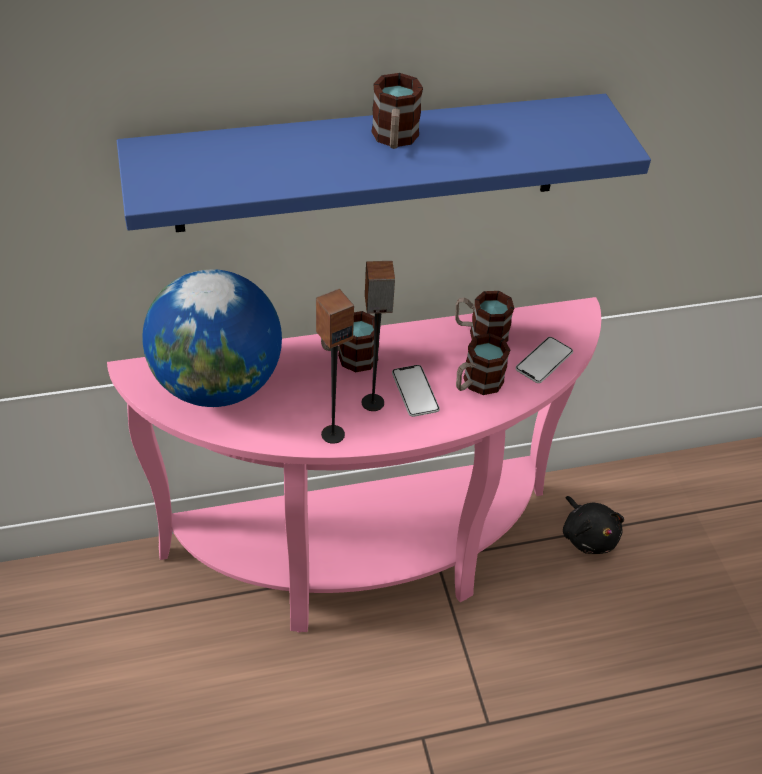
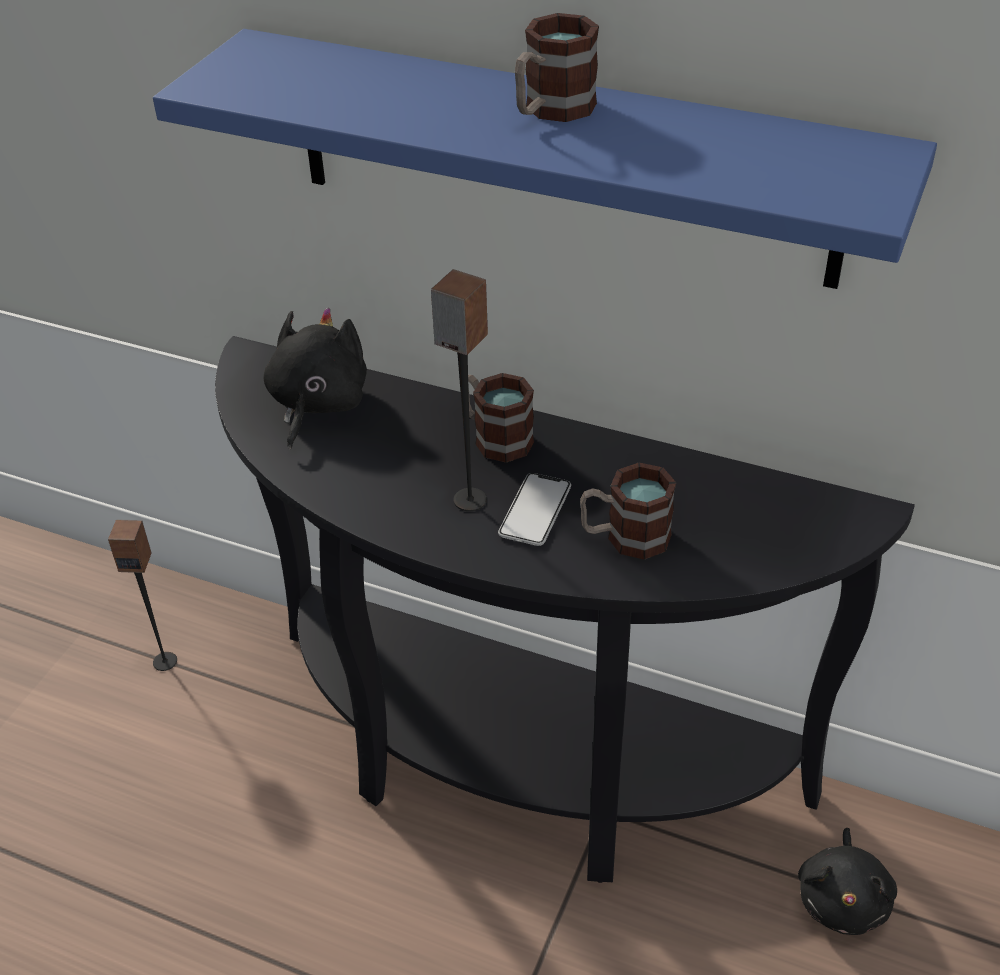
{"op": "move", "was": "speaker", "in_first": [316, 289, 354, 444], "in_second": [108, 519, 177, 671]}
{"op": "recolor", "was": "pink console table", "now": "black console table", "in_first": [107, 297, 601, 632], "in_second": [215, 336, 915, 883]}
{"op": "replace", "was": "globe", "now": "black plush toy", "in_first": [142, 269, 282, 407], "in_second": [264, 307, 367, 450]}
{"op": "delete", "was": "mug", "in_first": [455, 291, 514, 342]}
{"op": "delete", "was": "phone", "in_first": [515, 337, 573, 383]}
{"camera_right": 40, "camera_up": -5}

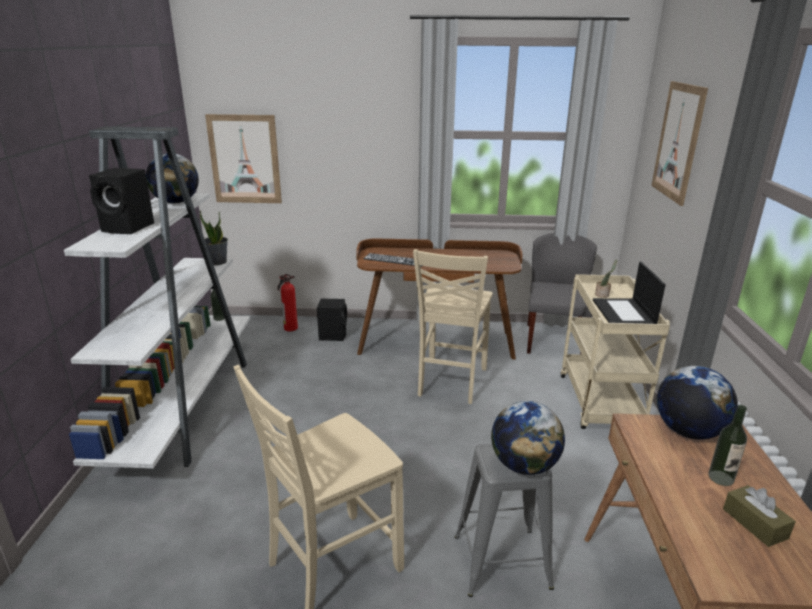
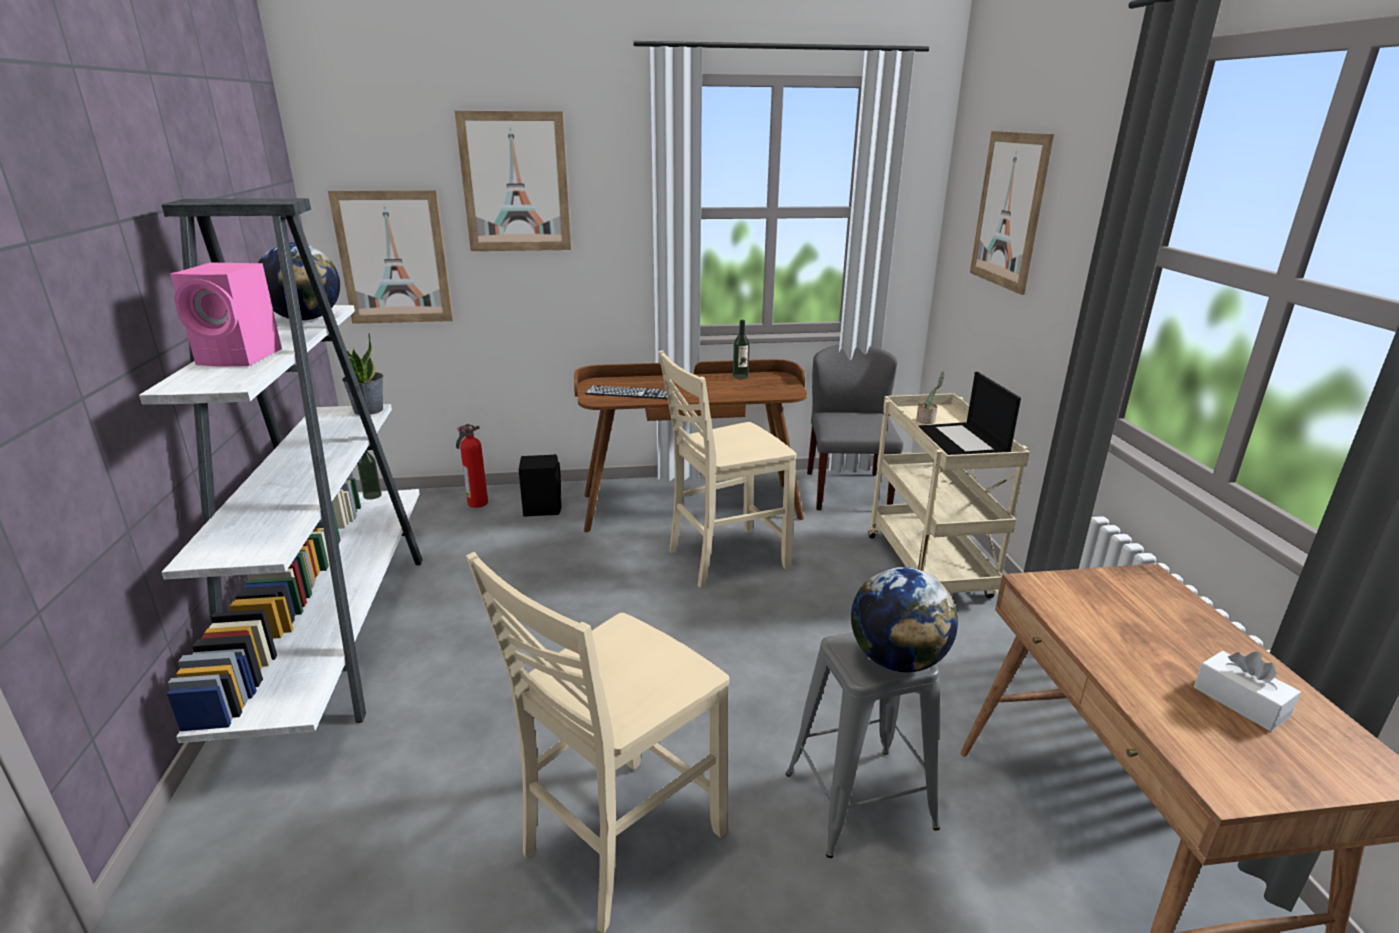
{"op": "recolor", "was": "black speaker", "now": "pink speaker", "in_first": [89, 168, 154, 234], "in_second": [170, 263, 282, 367]}
{"op": "insert", "now": "picture", "in_second": [455, 111, 571, 251]}
{"op": "rotate", "was": "beige chair", "in_first": [413, 249, 493, 404], "in_second": [658, 350, 797, 588], "clockwise": 60}
{"op": "move", "was": "bottle", "in_first": [708, 405, 747, 486], "in_second": [733, 320, 750, 379]}
{"op": "recolor", "was": "brown tissue box", "now": "white tissue box", "in_first": [723, 485, 796, 547], "in_second": [1194, 651, 1301, 731]}
{"op": "delete", "was": "globe", "in_first": [657, 366, 738, 439]}
{"camera_right": -10, "camera_up": 0}

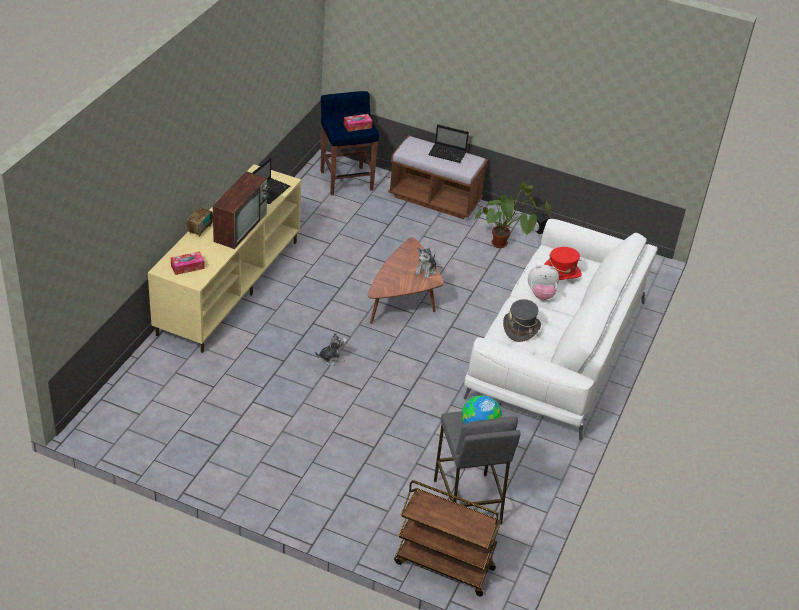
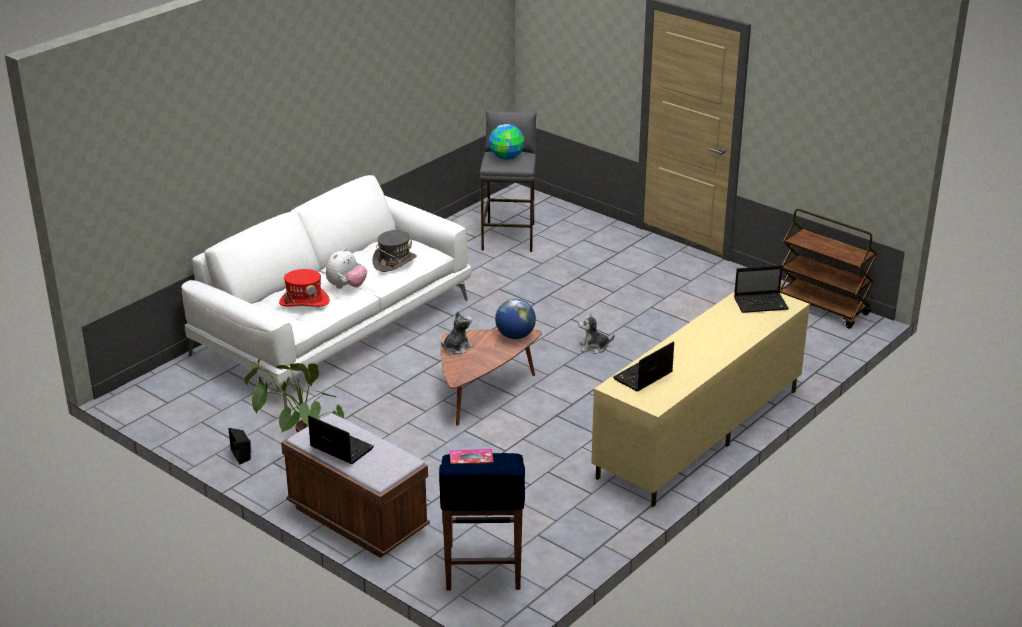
{"op": "rotate", "was": "plush toy", "in_first": [528, 265, 559, 300], "in_second": [326, 248, 367, 289], "clockwise": 105}
{"op": "insert", "now": "globe", "in_second": [495, 299, 536, 339]}
{"op": "replace", "was": "tissue box", "now": "laptop", "in_first": [171, 251, 205, 275], "in_second": [734, 265, 789, 313]}
{"op": "move", "was": "brown cart", "in_first": [394, 480, 501, 596], "in_second": [780, 209, 877, 329]}
{"op": "delete", "was": "radio", "in_first": [186, 197, 213, 237]}
{"op": "delete", "was": "television", "in_first": [213, 171, 270, 249]}
{"camera_right": -160, "camera_up": -10}

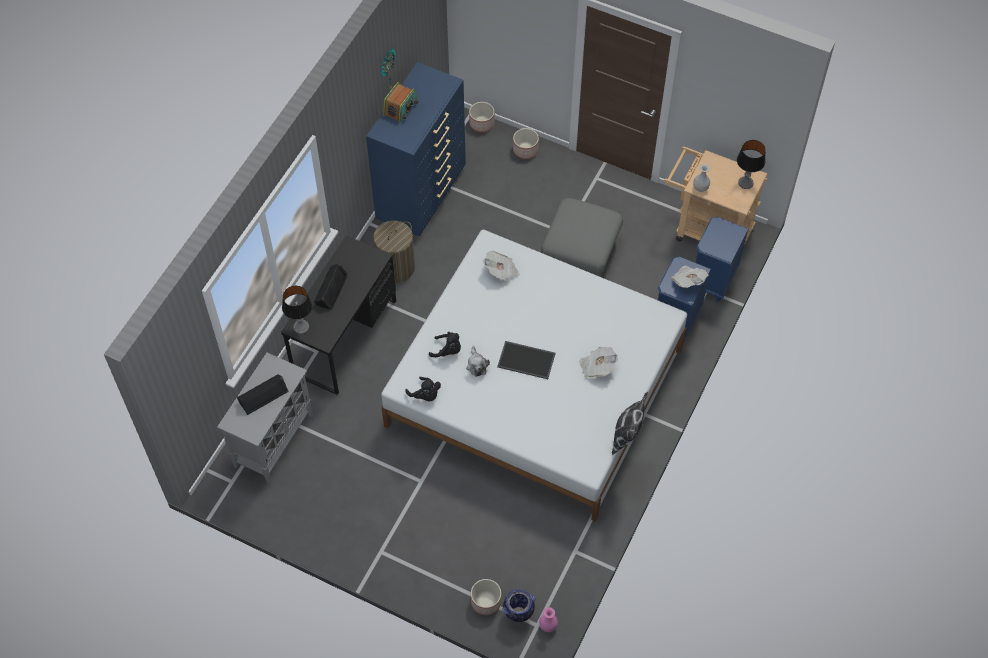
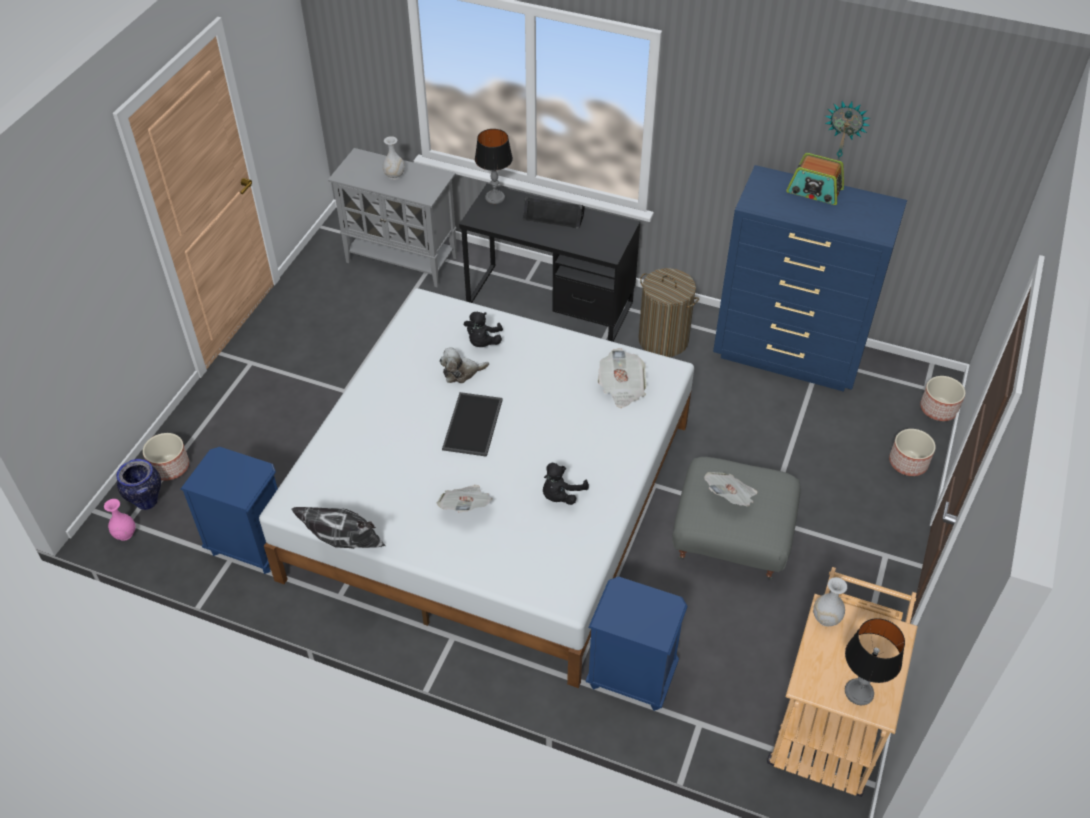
{"op": "move", "was": "blue nightstand", "in_first": [696, 217, 748, 302], "in_second": [180, 447, 278, 574]}
{"op": "replace", "was": "black speaker", "now": "white vase", "in_first": [237, 374, 289, 415], "in_second": [383, 136, 405, 180]}
{"op": "move", "was": "black plush toy", "in_first": [405, 377, 441, 401], "in_second": [543, 463, 589, 505]}
{"op": "move", "was": "newspaper", "in_first": [671, 266, 708, 288], "in_second": [704, 472, 758, 507]}
{"camera_right": 85, "camera_up": -10}

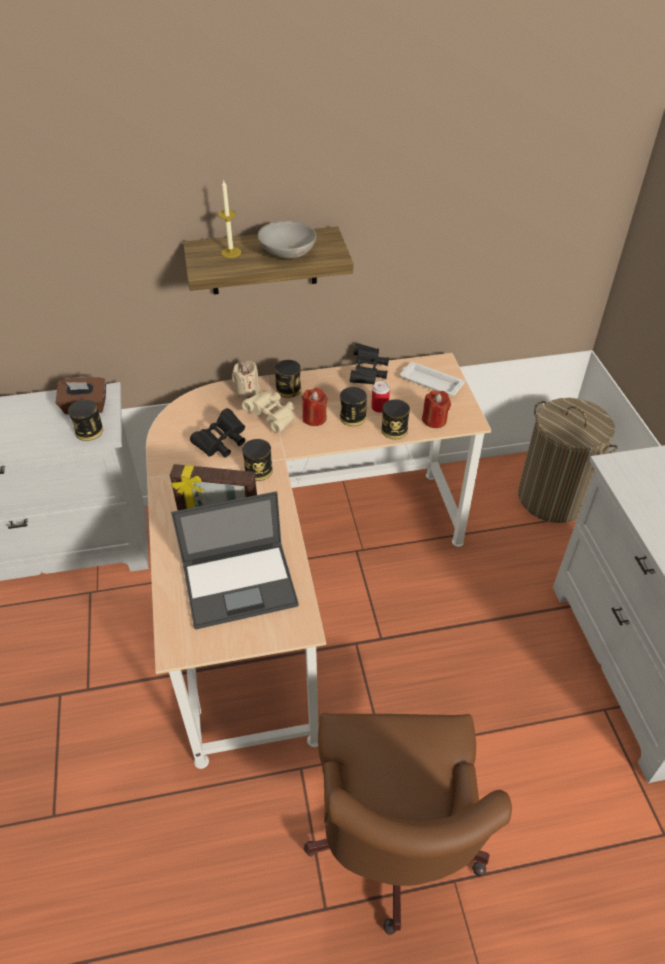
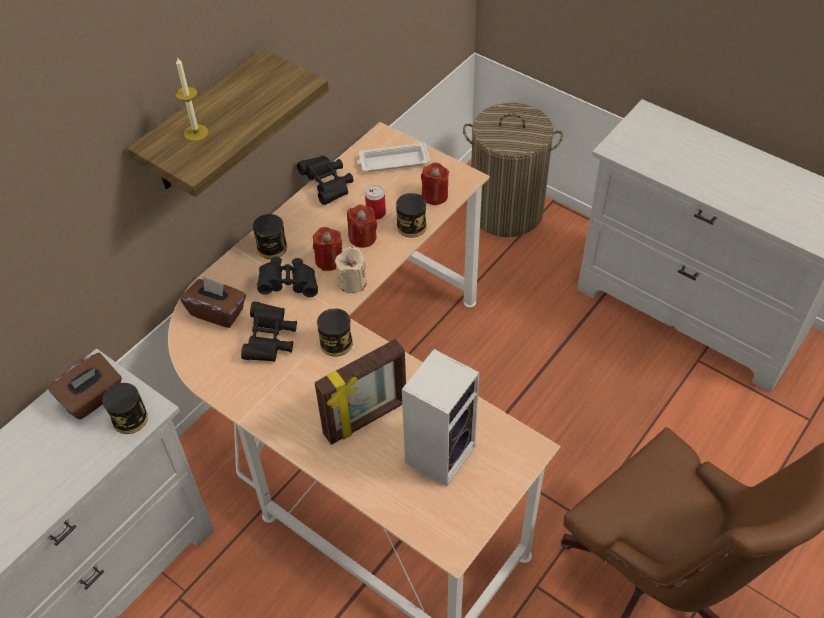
{"op": "insert", "now": "brown tissue box", "in_second": [180, 276, 246, 328]}
{"op": "recolor", "was": "beige binoculars", "now": "black binoculars", "in_first": [242, 392, 295, 433], "in_second": [257, 256, 318, 297]}
{"op": "move", "was": "beige candle", "in_first": [232, 360, 260, 399], "in_second": [335, 247, 367, 293]}
{"op": "replace", "was": "can", "now": "red candle", "in_first": [340, 387, 367, 426], "in_second": [347, 204, 377, 248]}
{"op": "replace", "was": "laptop", "now": "speaker", "in_first": [171, 491, 299, 630], "in_second": [402, 349, 480, 487]}
{"op": "delete", "was": "grey bowl", "in_first": [258, 220, 317, 259]}
{"camera_right": -40, "camera_up": 5}

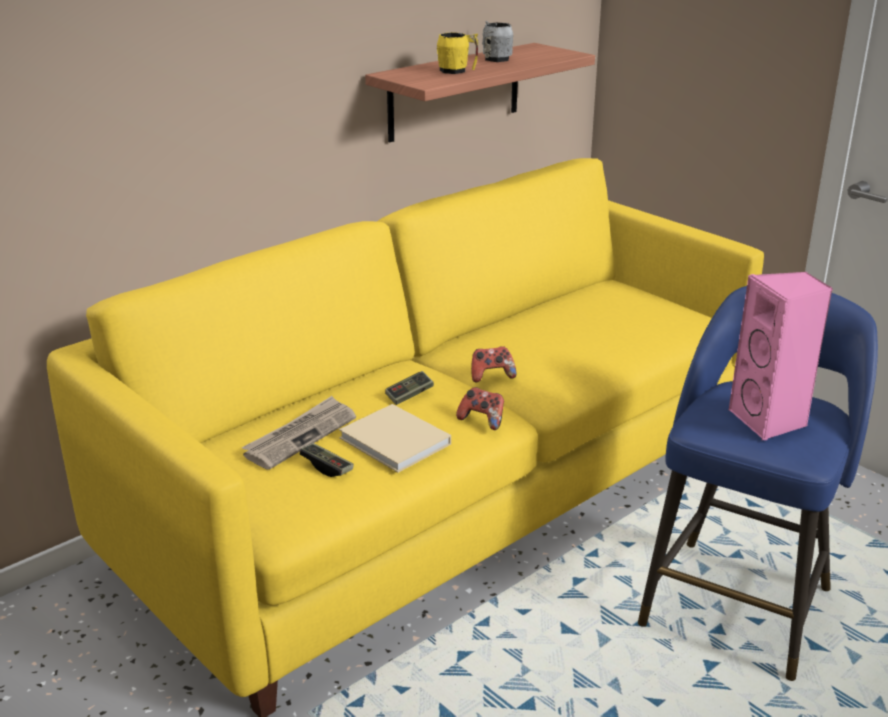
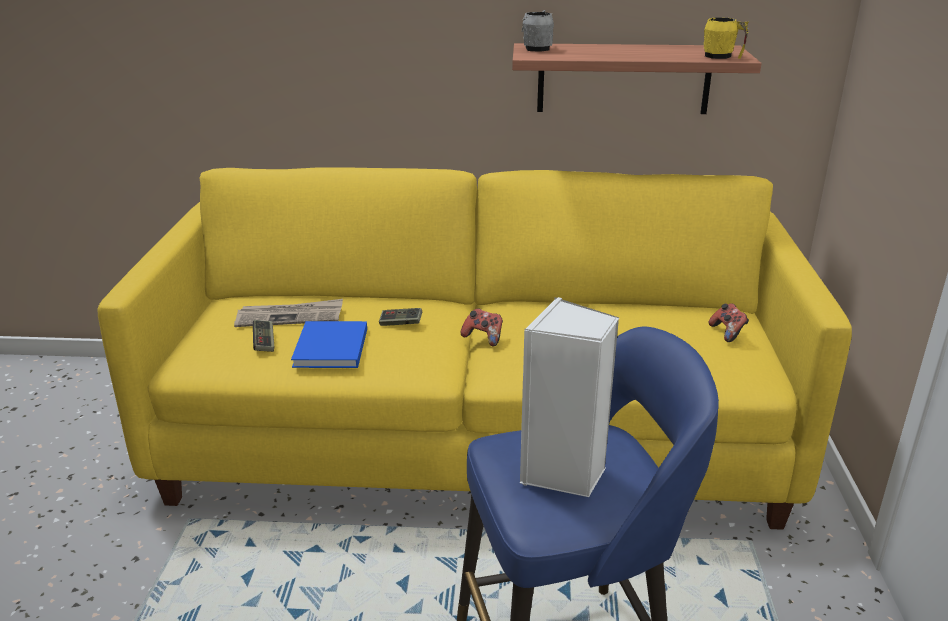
{"op": "recolor", "was": "beige book", "now": "blue book", "in_first": [339, 404, 451, 473], "in_second": [291, 321, 367, 368]}
{"op": "recolor", "was": "pink speaker", "now": "white speaker", "in_first": [728, 272, 833, 441], "in_second": [519, 297, 619, 497]}
{"op": "move", "was": "grey mug", "in_first": [482, 21, 514, 62], "in_second": [522, 10, 554, 52]}
{"op": "move", "was": "yellow mug", "in_first": [437, 32, 479, 74], "in_second": [704, 18, 749, 59]}
{"op": "move", "was": "game controller", "in_first": [456, 387, 504, 430], "in_second": [709, 303, 749, 342]}
{"camera_right": 45, "camera_up": 0}

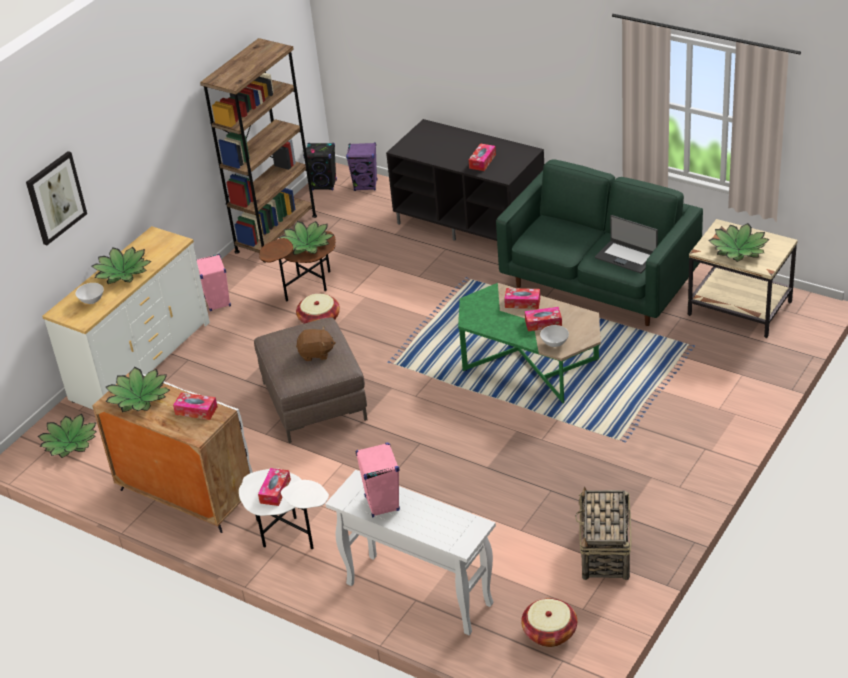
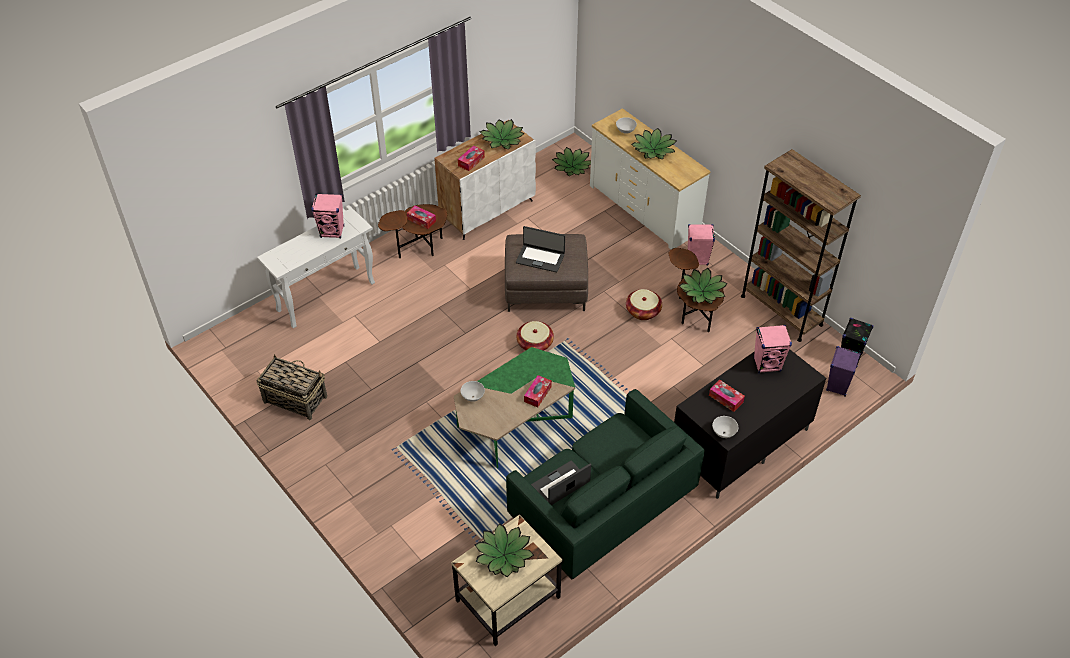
{"op": "recolor", "was": "white side table", "now": "brown side table", "in_first": [239, 468, 329, 549], "in_second": [378, 204, 447, 258]}
{"op": "replace", "was": "brown plush toy", "now": "laptop", "in_first": [296, 327, 336, 361], "in_second": [516, 226, 565, 272]}
{"op": "move", "was": "basket", "in_first": [521, 598, 577, 647], "in_second": [516, 321, 554, 351]}
{"op": "insert", "now": "white bowl", "in_second": [712, 416, 738, 438]}
{"op": "insert", "now": "pink speaker", "in_second": [754, 325, 792, 373]}
{"op": "delete", "was": "picture", "in_first": [26, 151, 87, 245]}
{"op": "delete", "was": "tissue box", "in_first": [525, 307, 562, 331]}
{"camera_right": 105, "camera_up": 10}

